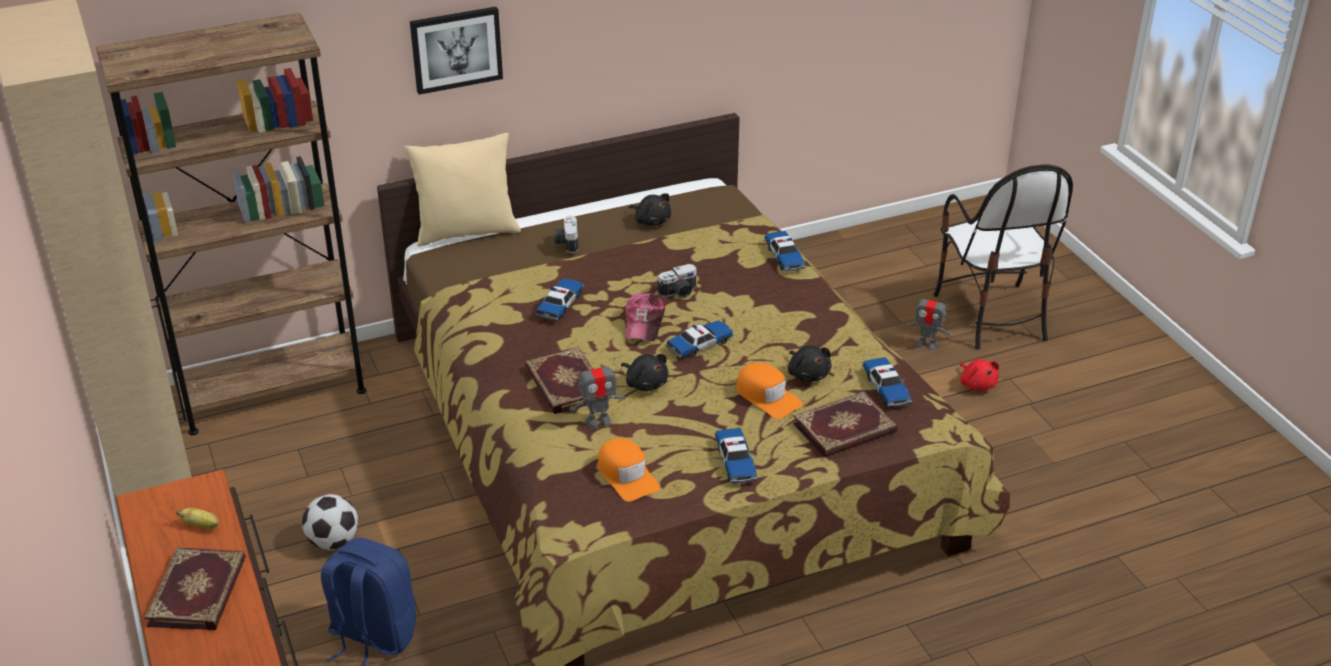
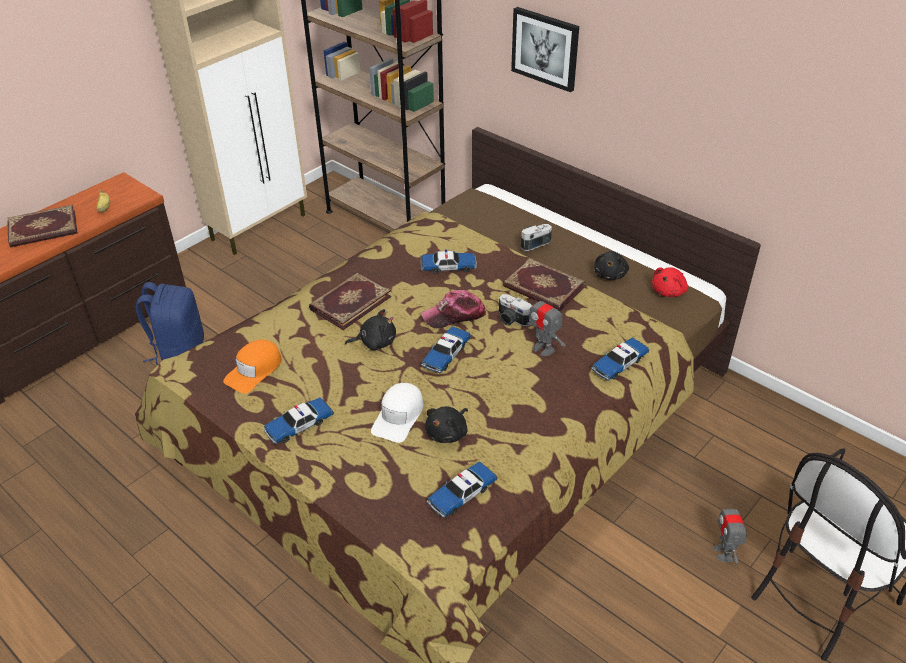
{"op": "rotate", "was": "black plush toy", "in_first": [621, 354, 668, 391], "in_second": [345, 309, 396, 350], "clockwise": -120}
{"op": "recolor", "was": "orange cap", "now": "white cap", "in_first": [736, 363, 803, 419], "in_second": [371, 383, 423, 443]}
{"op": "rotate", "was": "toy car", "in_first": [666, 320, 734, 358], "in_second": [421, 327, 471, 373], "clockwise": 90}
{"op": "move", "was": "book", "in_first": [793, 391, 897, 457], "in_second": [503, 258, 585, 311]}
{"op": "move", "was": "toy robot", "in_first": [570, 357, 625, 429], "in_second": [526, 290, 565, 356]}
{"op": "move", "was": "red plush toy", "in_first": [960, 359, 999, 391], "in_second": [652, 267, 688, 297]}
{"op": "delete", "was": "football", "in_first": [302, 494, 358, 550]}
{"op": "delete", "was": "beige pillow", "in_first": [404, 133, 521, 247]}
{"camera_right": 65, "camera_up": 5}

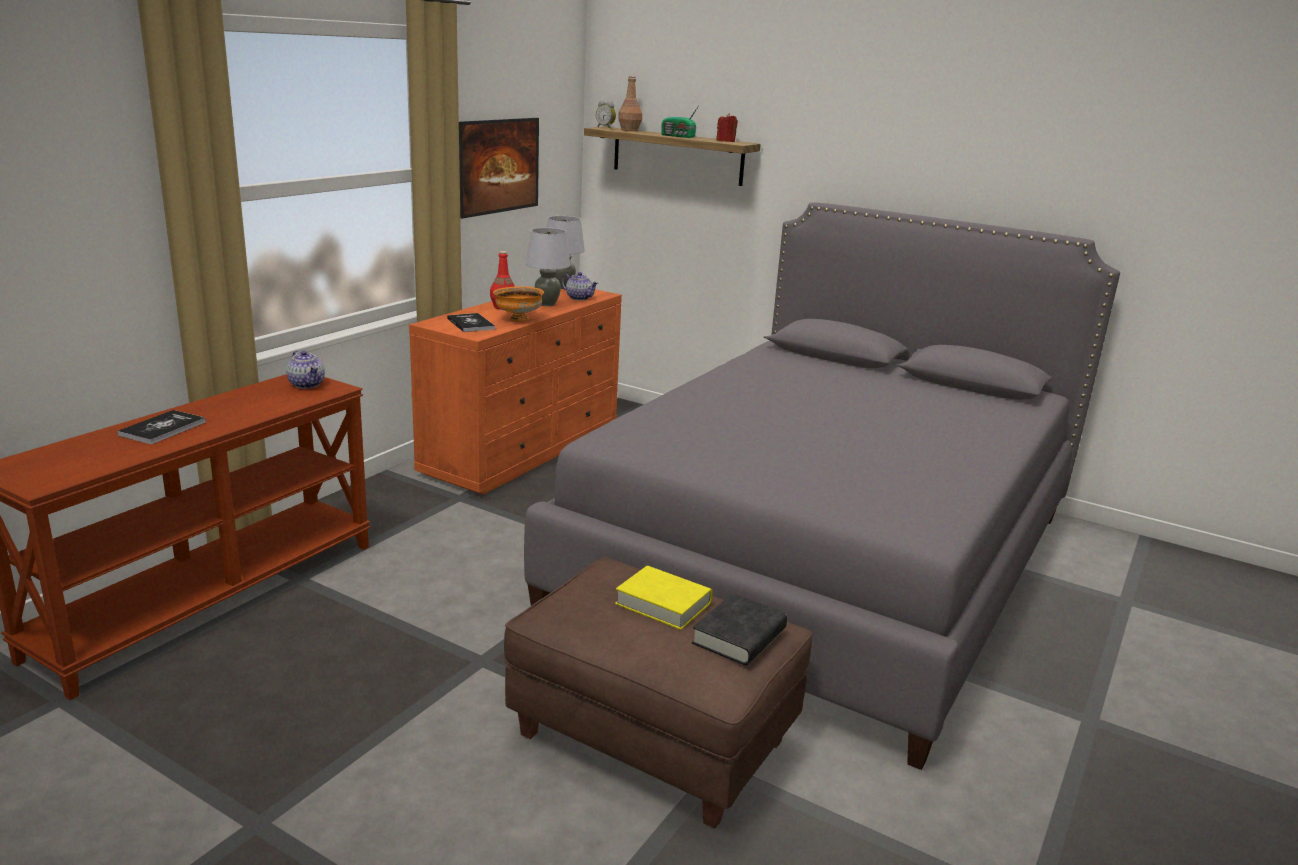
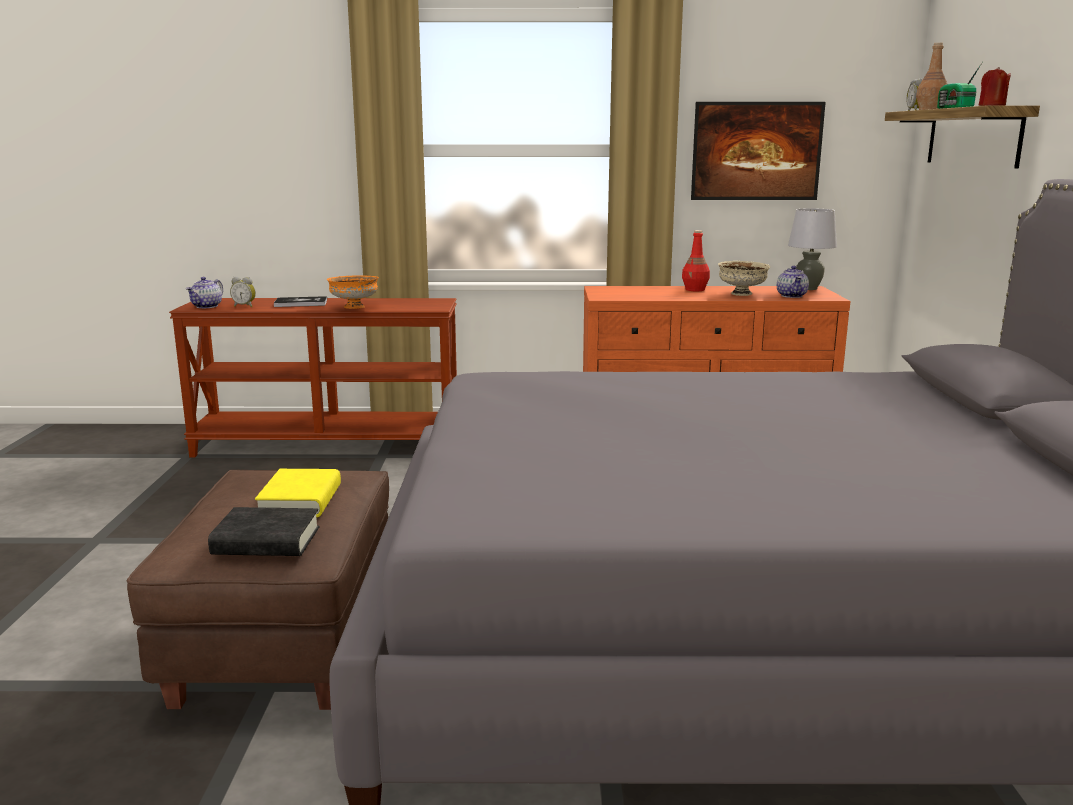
{"op": "move", "was": "teapot", "in_first": [286, 351, 325, 389], "in_second": [186, 277, 223, 308]}
{"op": "insert", "now": "alarm clock", "in_second": [230, 277, 256, 307]}
{"op": "move", "was": "orange bowl", "in_first": [493, 286, 544, 322], "in_second": [327, 276, 379, 309]}
{"op": "replace", "was": "grey table lamp", "now": "beige bowl", "in_first": [526, 228, 570, 306], "in_second": [718, 261, 770, 296]}
{"op": "delete", "was": "book", "in_first": [447, 313, 495, 332]}
{"camera_right": 60, "camera_up": -5}

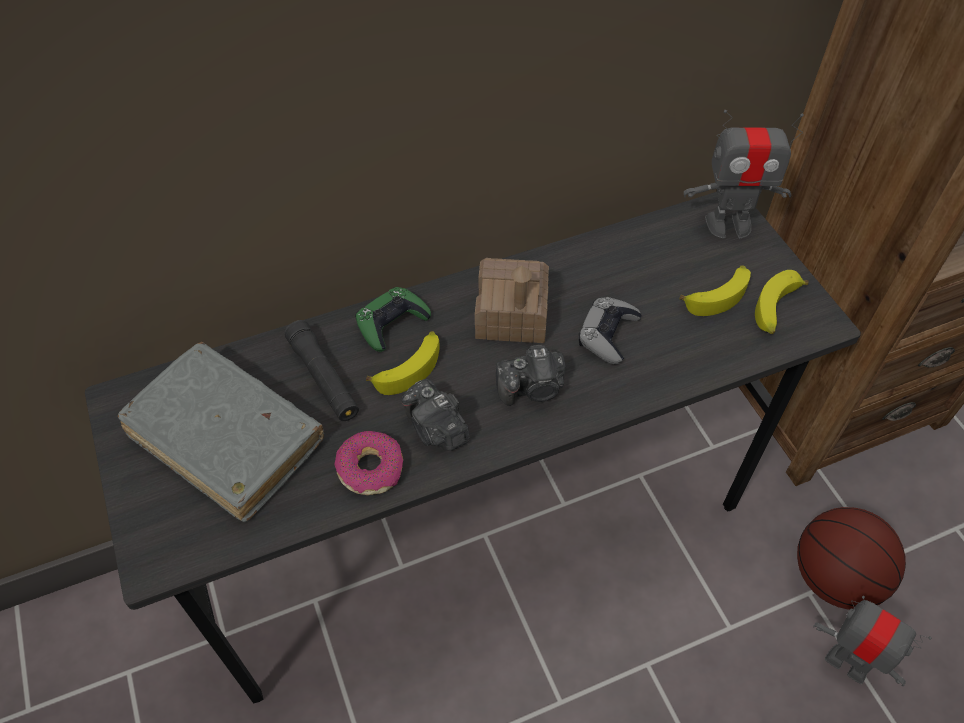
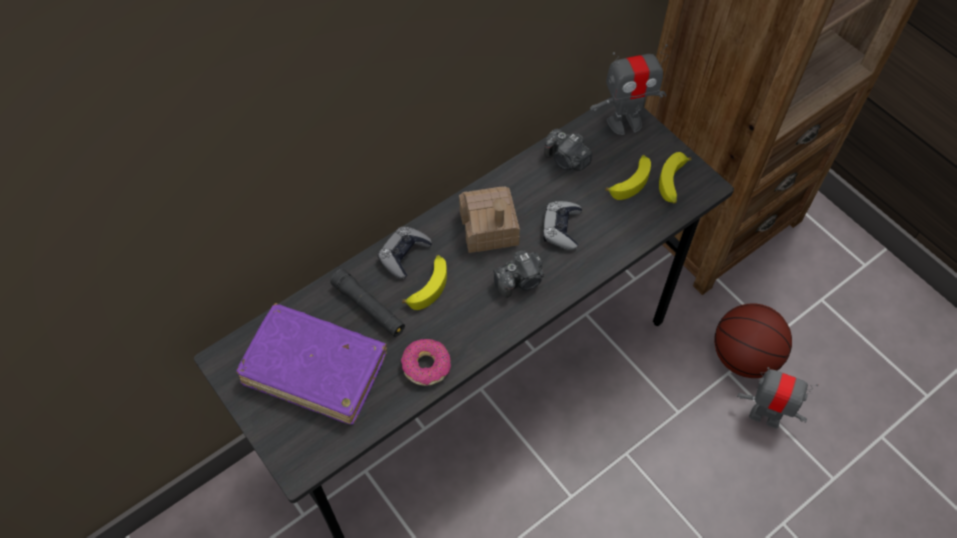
{"op": "recolor", "was": "grey book", "now": "purple book", "in_first": [118, 342, 324, 522], "in_second": [236, 303, 387, 425]}
{"op": "recolor", "was": "green game controller", "now": "grey game controller", "in_first": [355, 287, 431, 352], "in_second": [378, 227, 432, 279]}
{"op": "move", "was": "photo camera", "in_first": [402, 379, 470, 451], "in_second": [544, 129, 592, 171]}
{"camera_right": -15, "camera_up": 5}

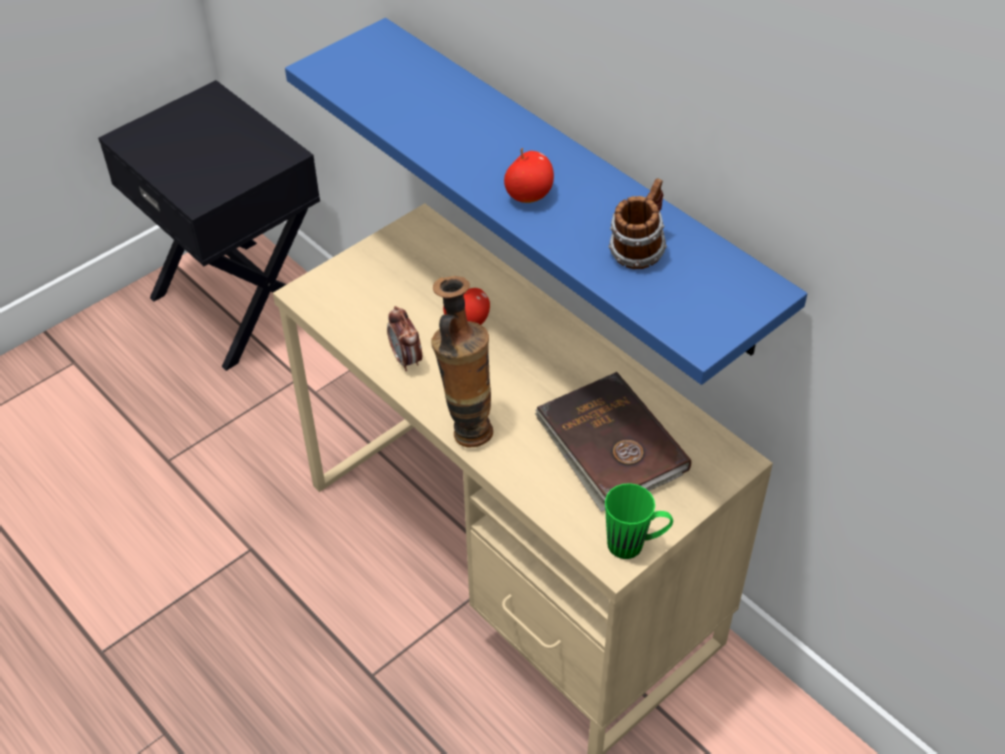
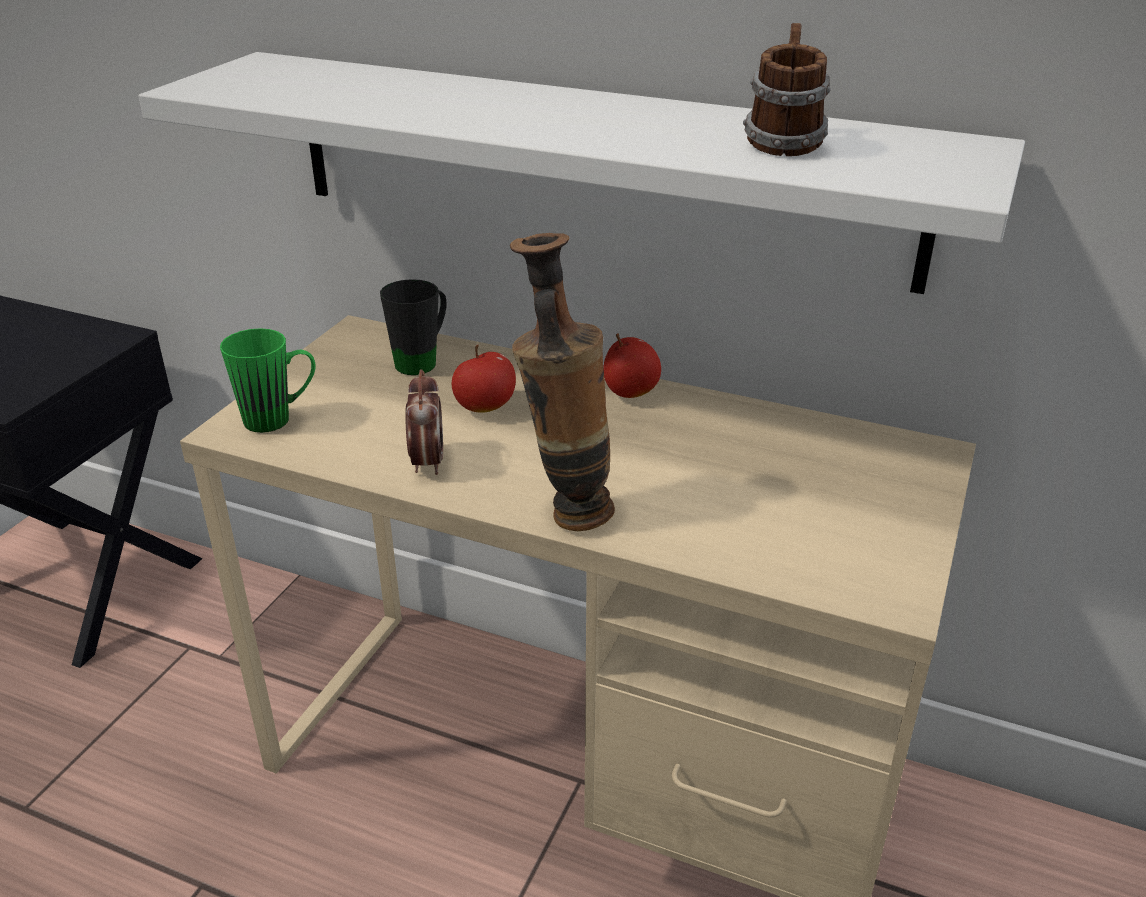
{"op": "recolor", "was": "blue shelf", "now": "white shelf", "in_first": [285, 18, 807, 385], "in_second": [138, 52, 1025, 294]}
{"op": "move", "was": "green mug", "in_first": [605, 483, 673, 559], "in_second": [220, 328, 316, 433]}
{"op": "insert", "now": "black mug", "in_second": [380, 279, 447, 375]}
{"op": "rotate", "was": "alarm clock", "in_first": [387, 306, 422, 371], "in_second": [405, 369, 443, 475], "clockwise": -135}
{"op": "move", "was": "apple", "in_first": [504, 148, 554, 203], "in_second": [603, 334, 661, 398]}
{"op": "delete", "was": "brown book", "in_first": [535, 372, 691, 512]}
{"camera_right": -25, "camera_up": -15}

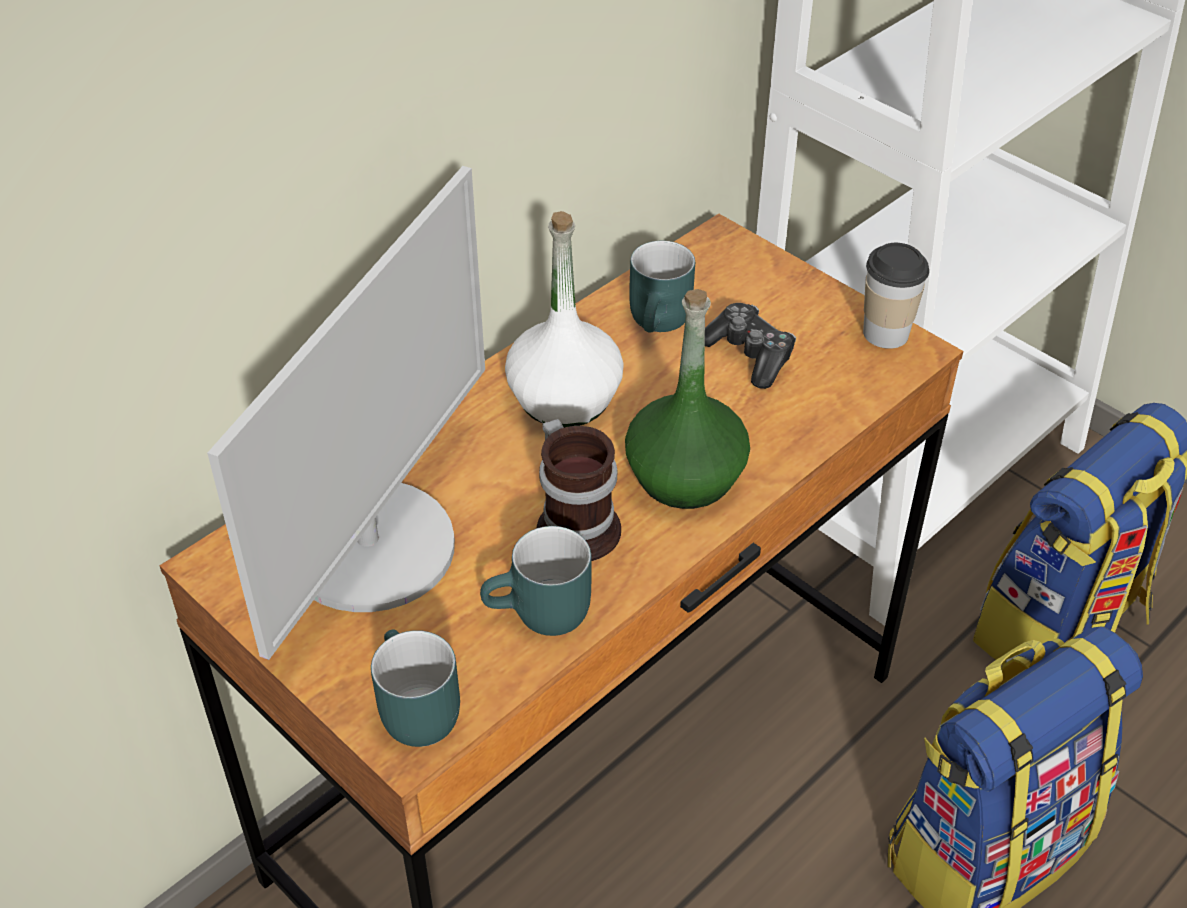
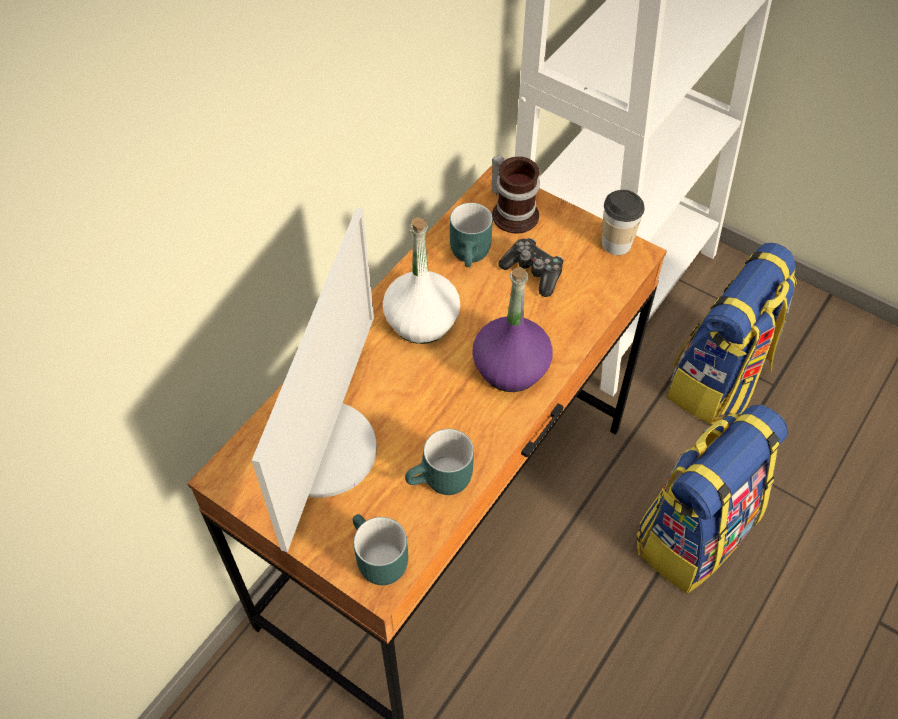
{"op": "recolor", "was": "green bottle", "now": "purple bottle", "in_first": [625, 289, 750, 509], "in_second": [472, 267, 553, 392]}
{"op": "move", "was": "mug", "in_first": [537, 419, 621, 561], "in_second": [492, 155, 540, 234]}
{"camera_right": -10, "camera_up": 10}

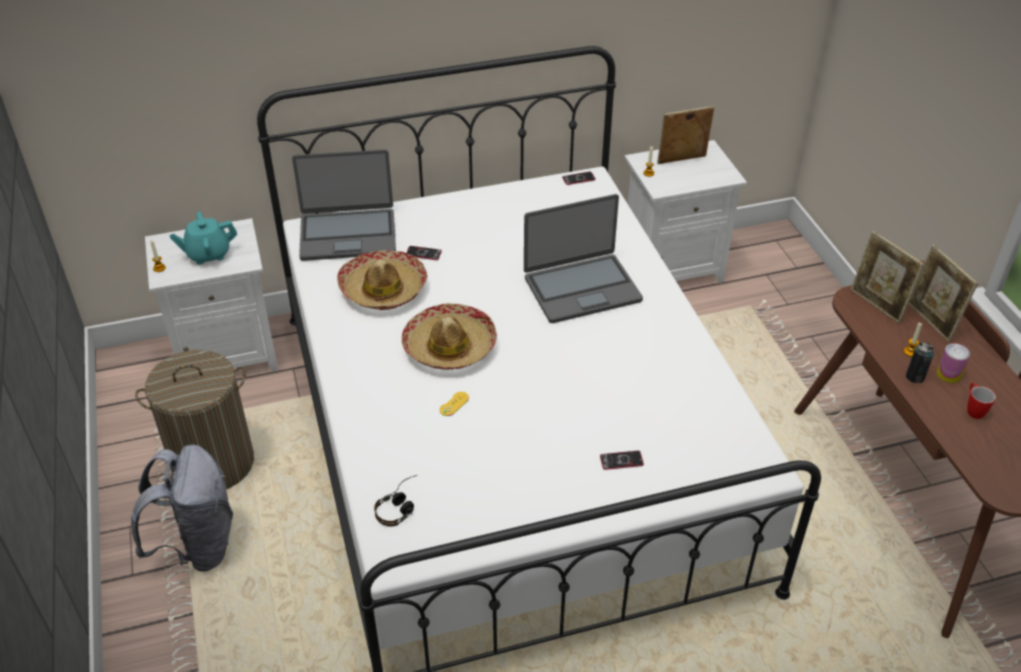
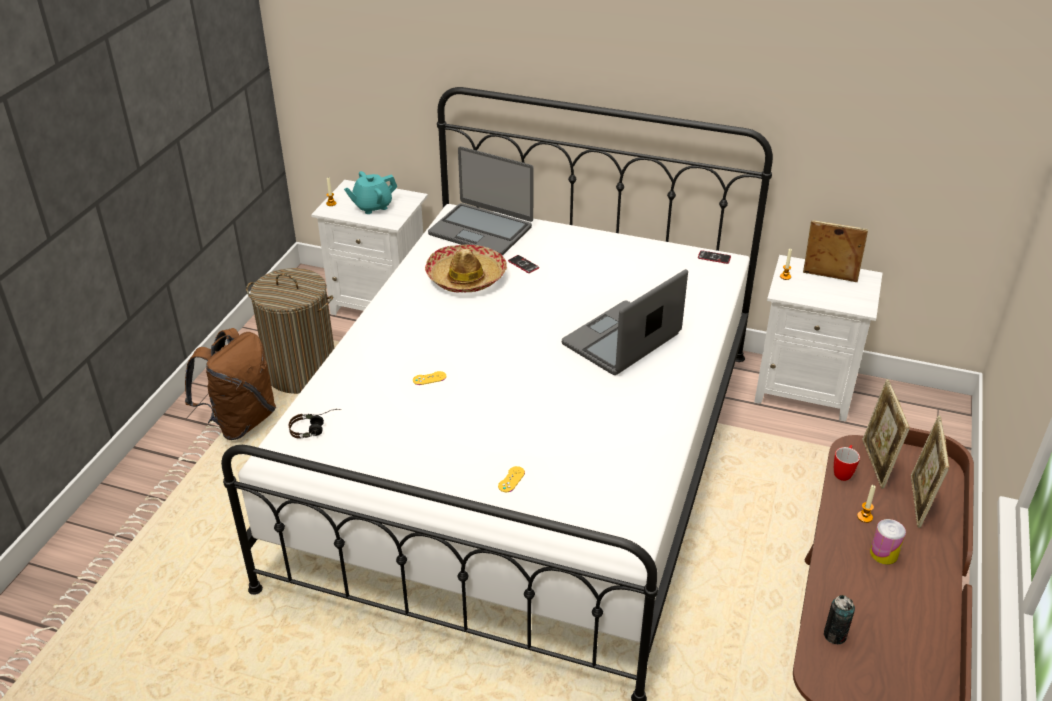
{"op": "recolor", "was": "grey backpack", "now": "brown backpack", "in_first": [131, 444, 233, 572], "in_second": [185, 328, 276, 440]}
{"op": "rotate", "was": "turquoise teapot", "in_first": [169, 212, 237, 265], "in_second": [344, 171, 397, 214], "clockwise": -45}
{"op": "replace", "was": "phone", "now": "yellow game controller", "in_first": [600, 451, 644, 470], "in_second": [498, 466, 525, 492]}
{"op": "rotate", "was": "laptop", "in_first": [524, 194, 643, 323], "in_second": [562, 269, 688, 375], "clockwise": 120}
{"op": "move", "was": "can", "in_first": [906, 342, 934, 383], "in_second": [824, 595, 855, 644]}
{"op": "move", "was": "mug", "in_first": [967, 383, 996, 419], "in_second": [834, 445, 860, 481]}
{"op": "delete", "was": "hat", "in_first": [402, 303, 497, 370]}
{"camera_right": 35, "camera_up": -5}

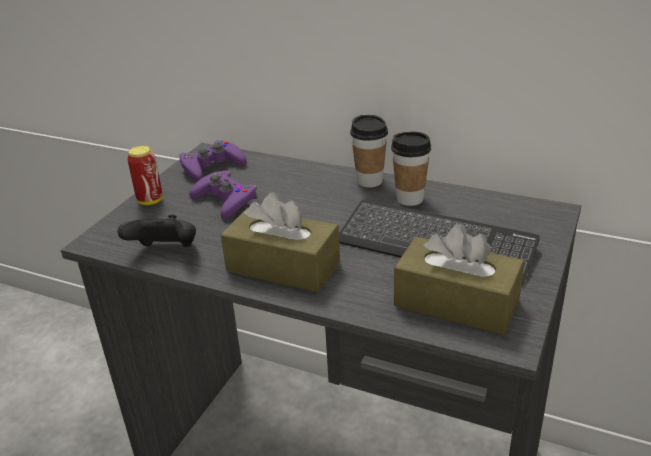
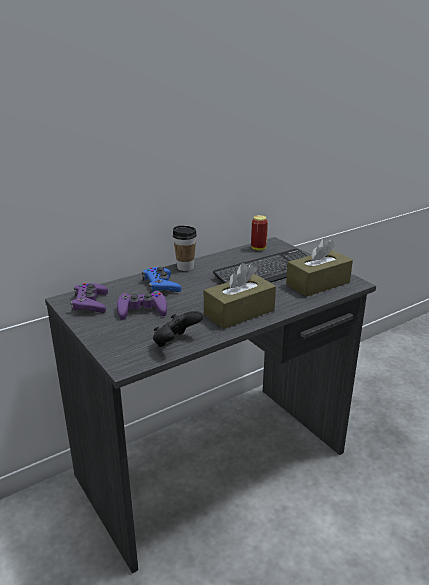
{"op": "insert", "now": "blue game controller", "in_second": [142, 267, 181, 293]}
{"op": "move", "was": "can", "in_first": [127, 145, 163, 205], "in_second": [251, 215, 268, 250]}
{"op": "delete", "was": "cup", "in_first": [391, 131, 431, 206]}
{"camera_right": -60, "camera_up": -5}

